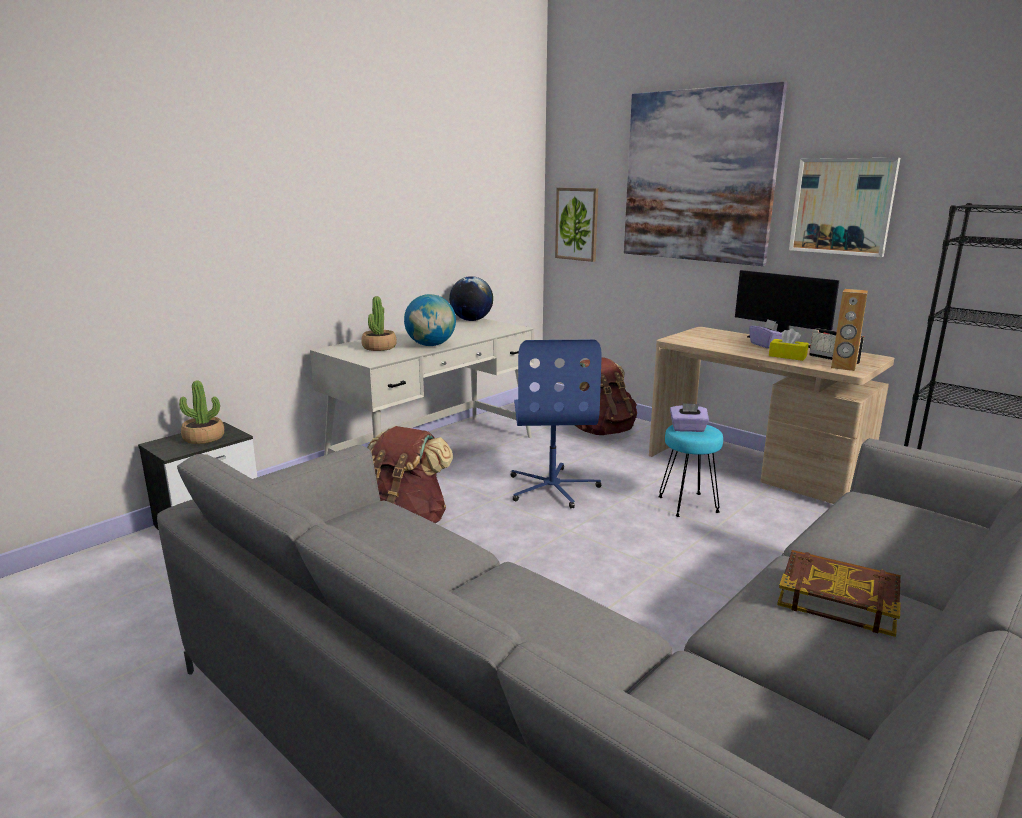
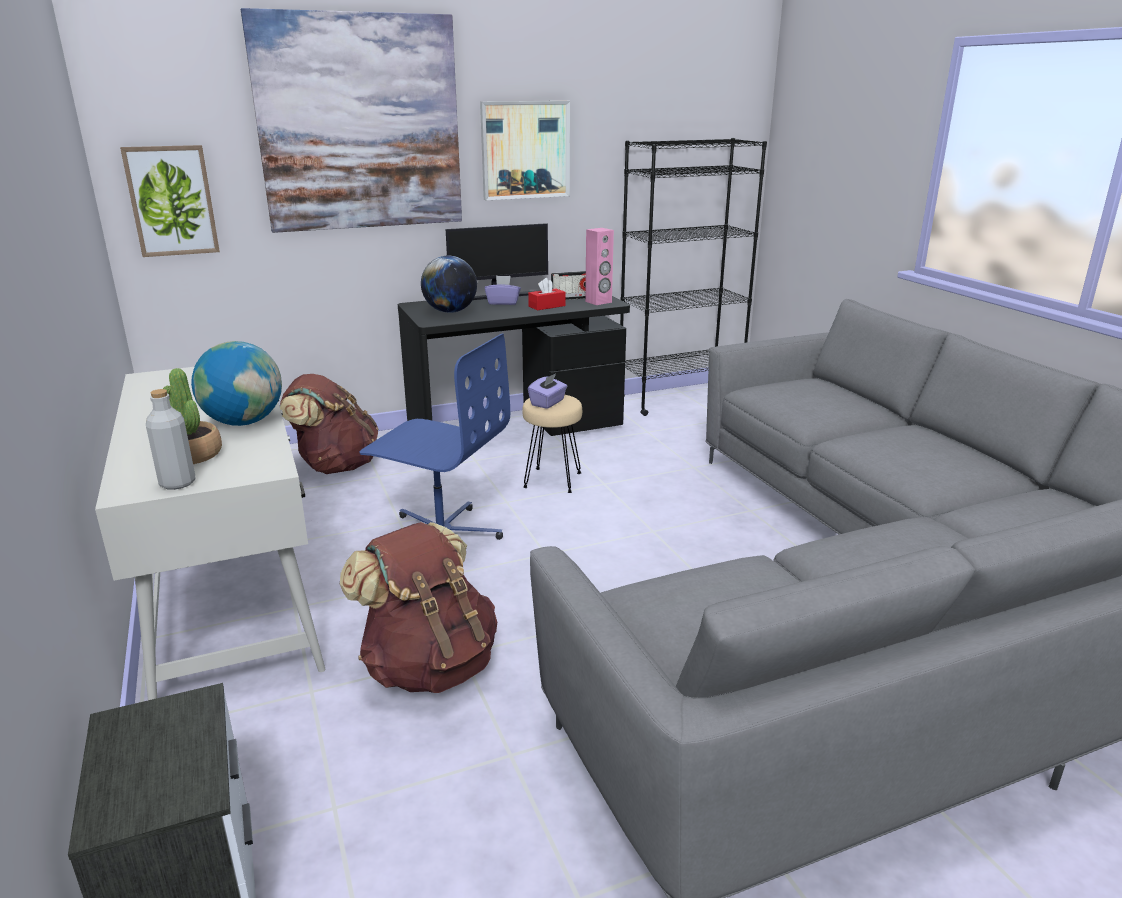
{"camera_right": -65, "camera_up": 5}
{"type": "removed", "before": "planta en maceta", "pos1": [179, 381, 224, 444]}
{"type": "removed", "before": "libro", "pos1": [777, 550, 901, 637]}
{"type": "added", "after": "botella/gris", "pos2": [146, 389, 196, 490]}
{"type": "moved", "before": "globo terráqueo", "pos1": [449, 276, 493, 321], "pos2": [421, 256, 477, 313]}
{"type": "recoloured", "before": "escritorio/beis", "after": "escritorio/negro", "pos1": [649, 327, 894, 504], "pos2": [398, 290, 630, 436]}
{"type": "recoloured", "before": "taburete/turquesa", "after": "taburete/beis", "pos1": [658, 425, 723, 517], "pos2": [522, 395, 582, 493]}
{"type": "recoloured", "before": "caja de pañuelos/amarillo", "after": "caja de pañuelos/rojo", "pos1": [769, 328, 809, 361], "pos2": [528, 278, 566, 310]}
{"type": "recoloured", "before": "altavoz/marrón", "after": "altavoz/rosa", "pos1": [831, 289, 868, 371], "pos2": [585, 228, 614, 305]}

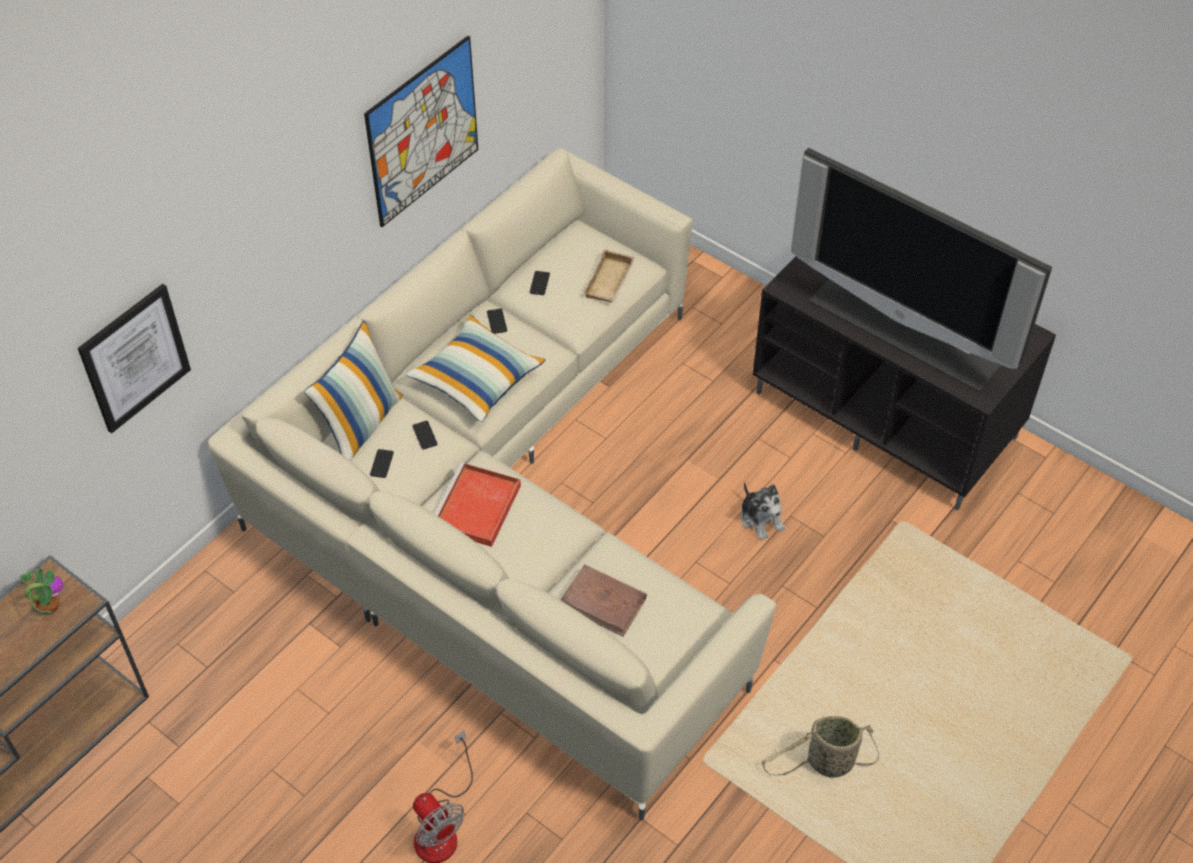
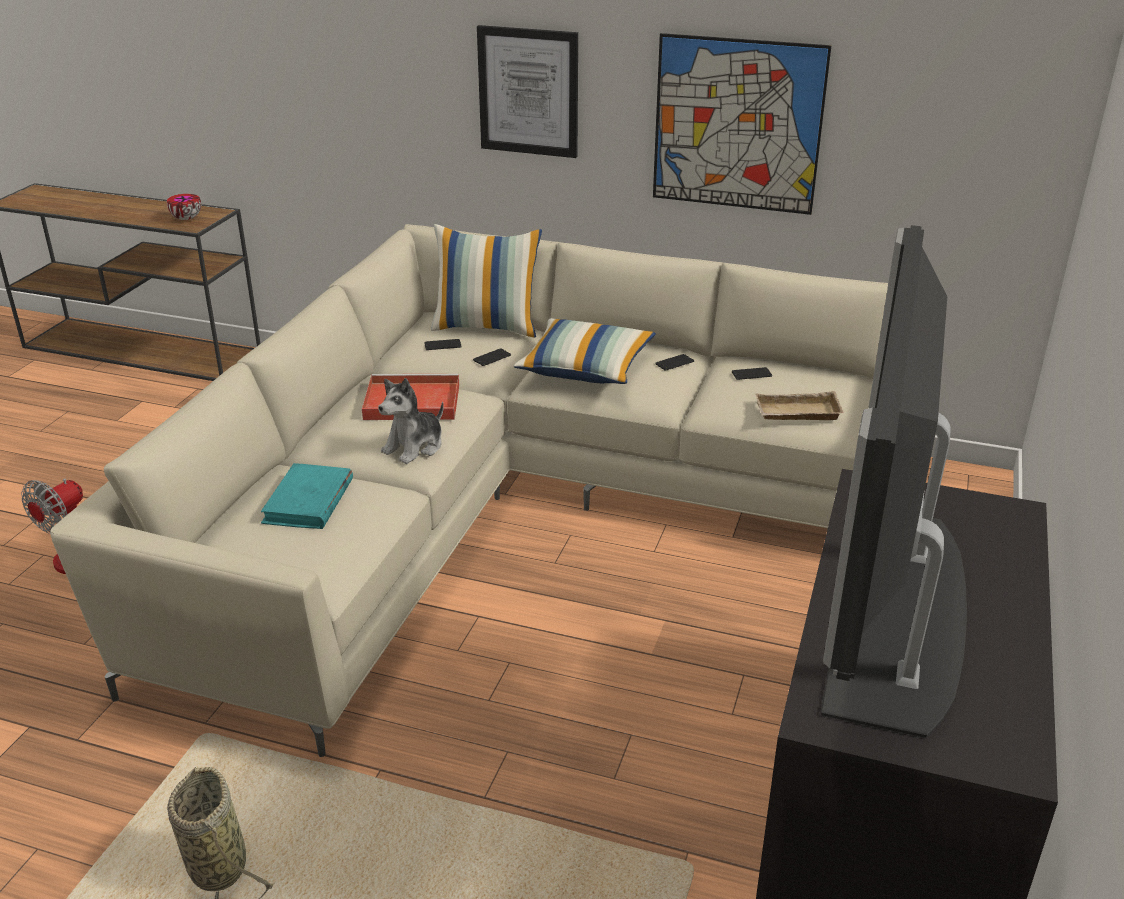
{"camera_right": 70, "camera_up": -20}
{"type": "moved", "before": "cuadro", "pos1": [78, 284, 191, 434], "pos2": [477, 25, 578, 158]}
{"type": "moved", "before": "peluche", "pos1": [741, 482, 785, 540], "pos2": [378, 378, 444, 464]}
{"type": "replaced", "before": "planta en maceta", "after": "cuenco", "pos1": [20, 568, 63, 615], "pos2": [167, 194, 201, 220]}
{"type": "recoloured", "before": "libro/marrón", "after": "libro/turquesa", "pos1": [560, 564, 647, 637], "pos2": [261, 463, 353, 529]}

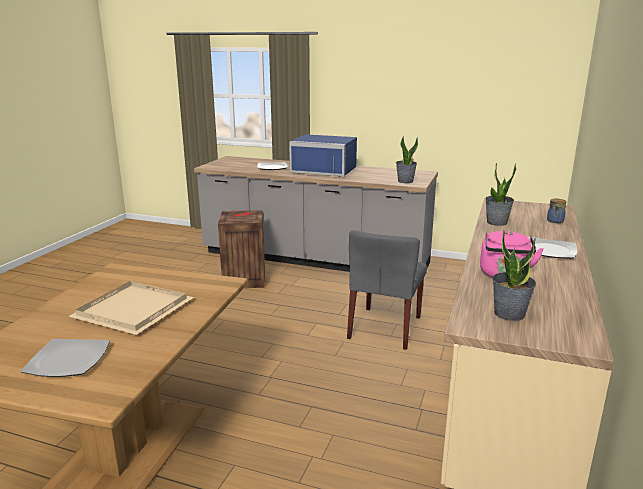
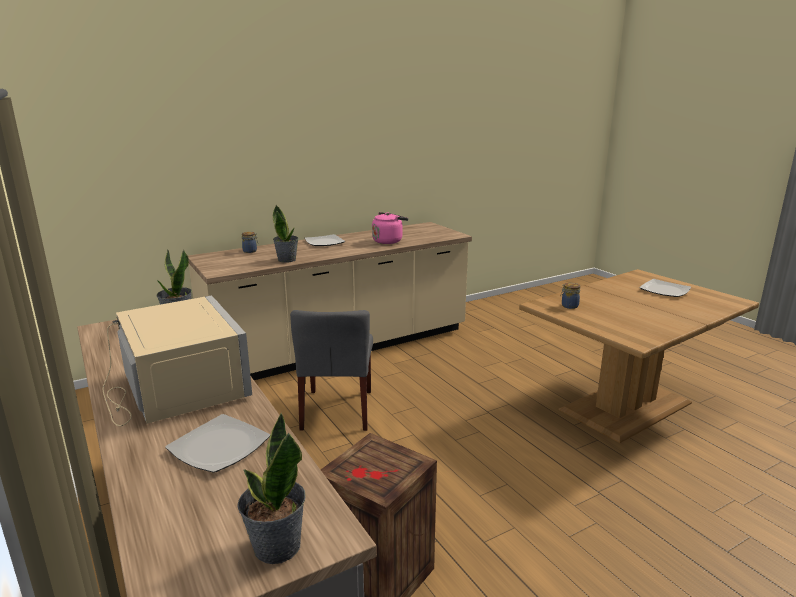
{"camera_right": -140, "camera_up": 0}
{"type": "removed", "before": "bandeja/beis", "pos1": [68, 281, 194, 335]}
{"type": "added", "after": "tarro", "pos2": [561, 283, 580, 309]}
{"type": "moved", "before": "planta en maceta", "pos1": [493, 230, 536, 321], "pos2": [238, 413, 306, 564]}
{"type": "recoloured", "before": "microondas/azul", "after": "microondas/beis", "pos1": [289, 134, 357, 177], "pos2": [103, 295, 252, 426]}
{"type": "turned", "before": "silla/gris", "pos1": [347, 230, 427, 350], "pos2": [290, 310, 373, 431], "turn": 120}

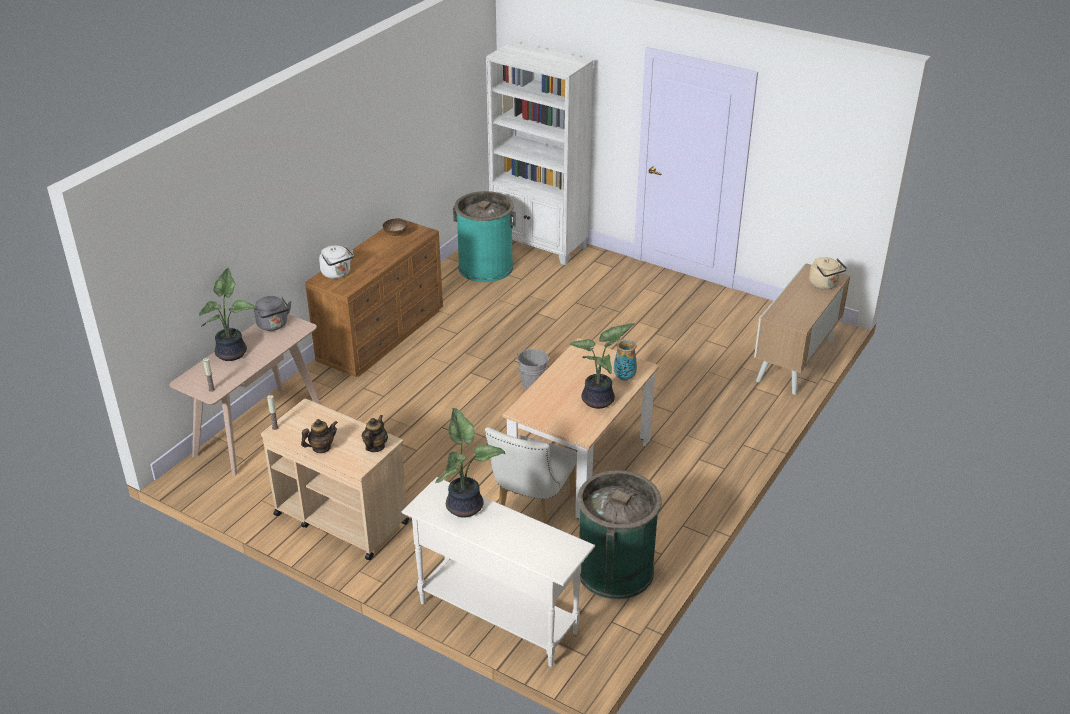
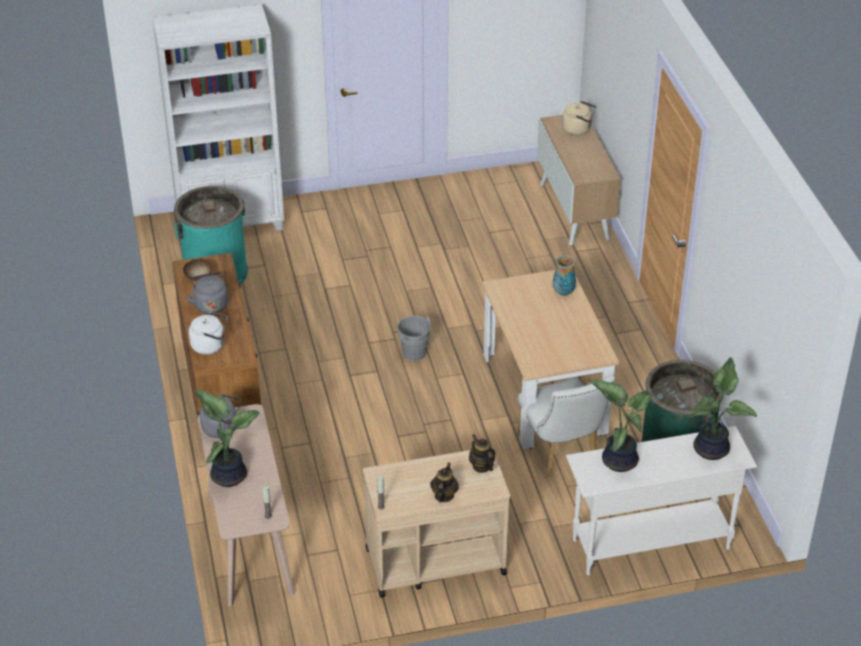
{"camera_right": -45, "camera_up": 5}
{"type": "added", "after": "hervidor/gris", "pos2": [186, 272, 228, 314]}
{"type": "moved", "before": "planta en maceta", "pos1": [569, 323, 635, 409], "pos2": [687, 357, 757, 460]}

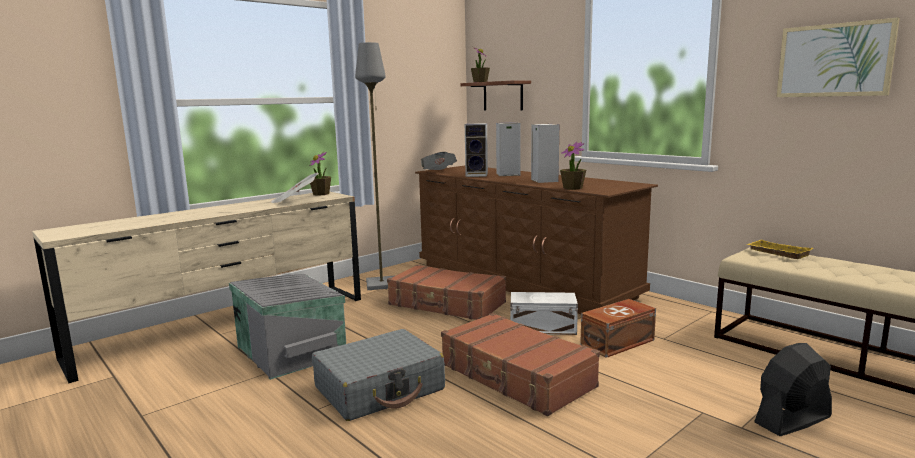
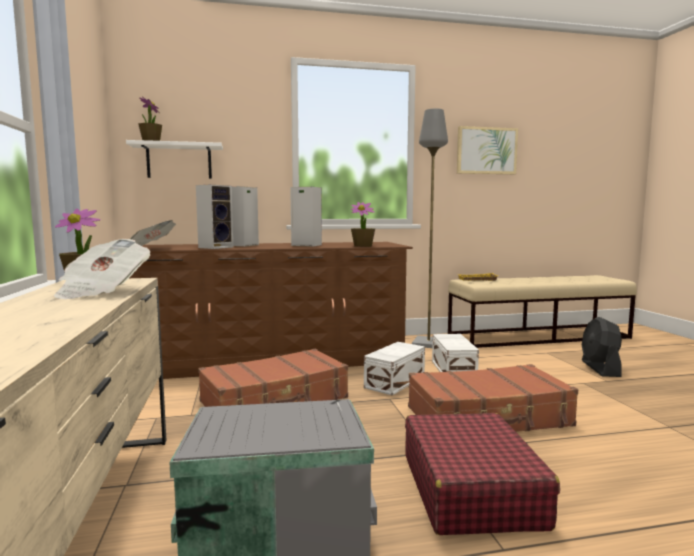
{"camera_right": -60, "camera_up": -5}
{"type": "moved", "before": "lámpara de pie/gris", "pos1": [355, 42, 394, 290], "pos2": [412, 108, 448, 348]}
{"type": "recoloured", "before": "maleta/gris", "after": "maleta/rojo", "pos1": [312, 329, 445, 421], "pos2": [405, 413, 560, 535]}
{"type": "recoloured", "before": "estante/marrón", "after": "estante/blanco", "pos1": [460, 80, 531, 110], "pos2": [126, 140, 223, 179]}
{"type": "recoloured", "before": "caja de almacenaje/marrón", "after": "caja de almacenaje/blanco", "pos1": [580, 299, 656, 358], "pos2": [432, 334, 479, 372]}

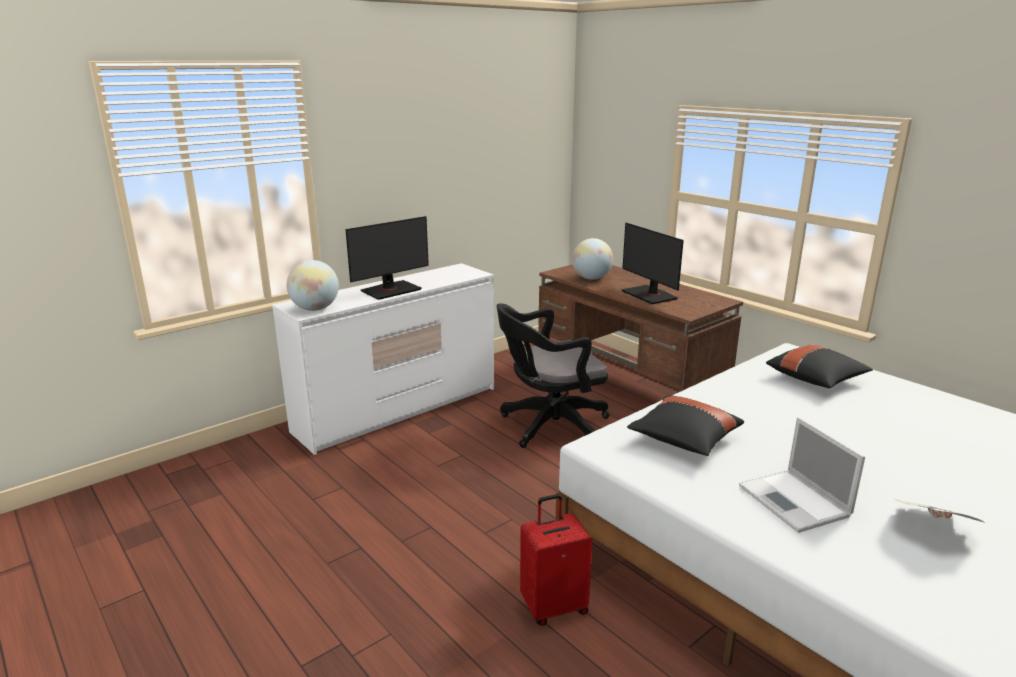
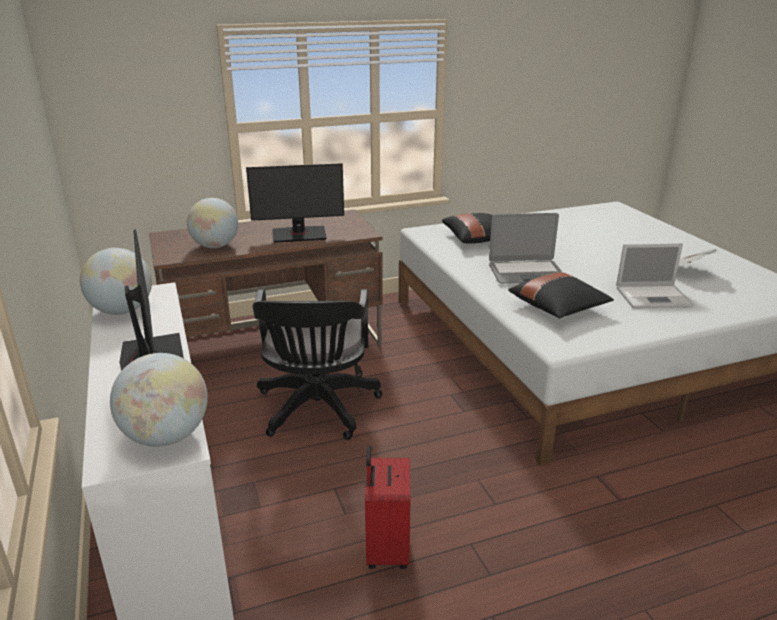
{"camera_right": -70, "camera_up": 5}
{"type": "added", "after": "globo terráqueo", "pos2": [80, 248, 152, 315]}
{"type": "added", "after": "portátil", "pos2": [489, 213, 562, 284]}
{"type": "moved", "before": "maleta/rojo", "pos1": [520, 494, 592, 626], "pos2": [365, 445, 411, 569]}

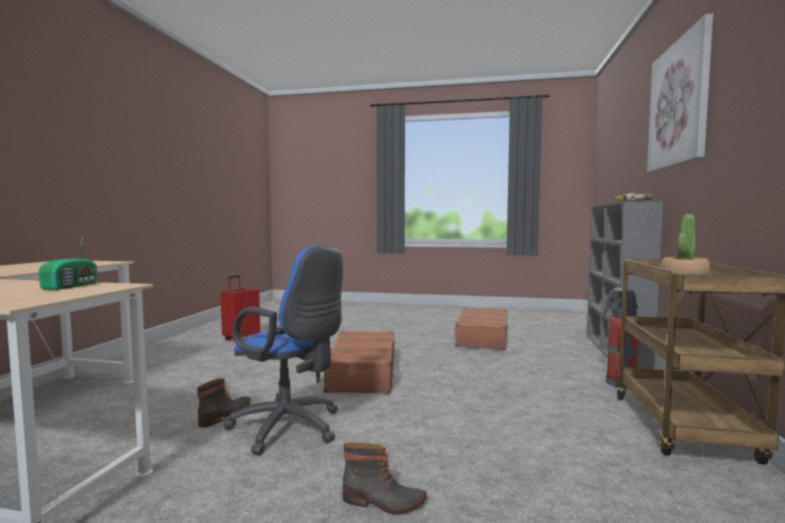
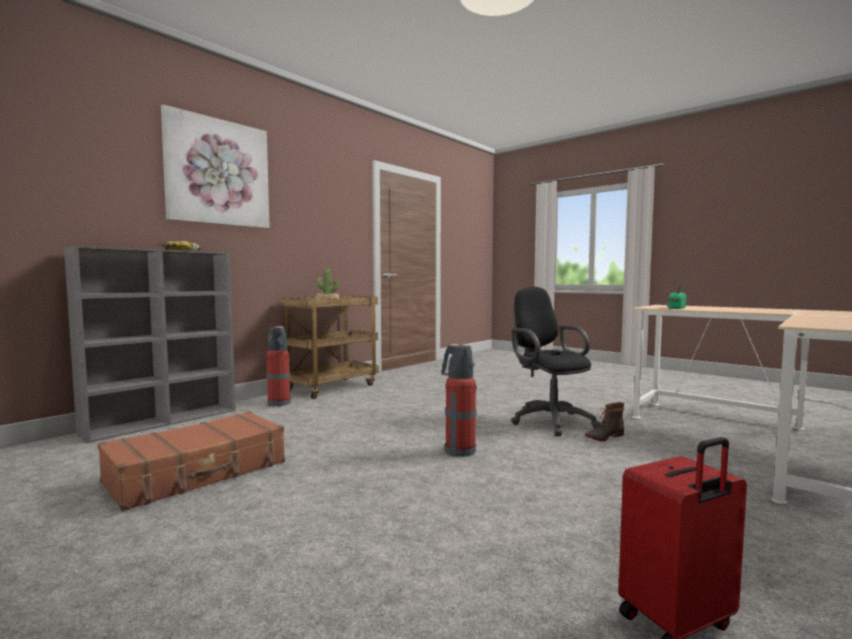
{"camera_right": -150, "camera_up": 0}
{"type": "removed", "before": "bota", "pos1": [342, 443, 427, 515]}
{"type": "replaced", "before": "maleta/marrón", "after": "extintor", "pos1": [320, 331, 395, 394], "pos2": [441, 344, 476, 457]}
{"type": "recoloured", "before": "silla de oficina/azul", "after": "silla de oficina/negro", "pos1": [223, 245, 343, 455], "pos2": [511, 287, 600, 436]}

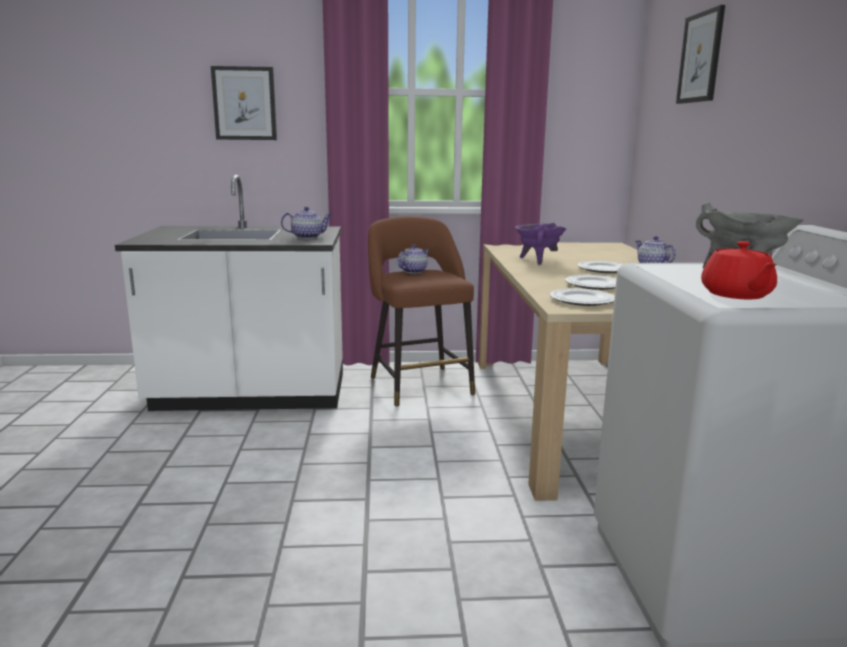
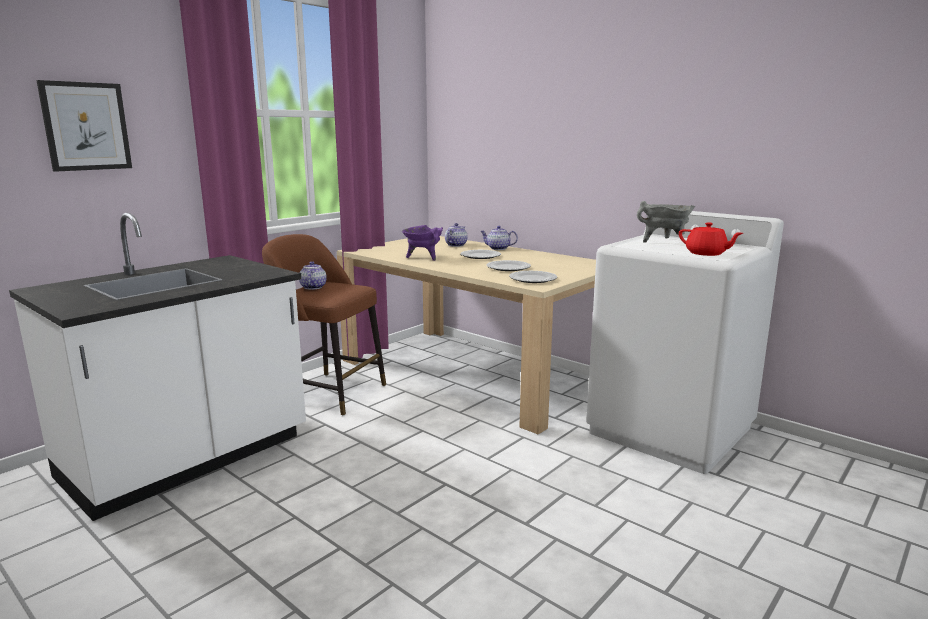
{"camera_right": -45, "camera_up": 0}
{"type": "removed", "before": "cuadro", "pos1": [676, 5, 725, 104]}
{"type": "moved", "before": "tetera", "pos1": [281, 207, 332, 239], "pos2": [445, 223, 468, 247]}

